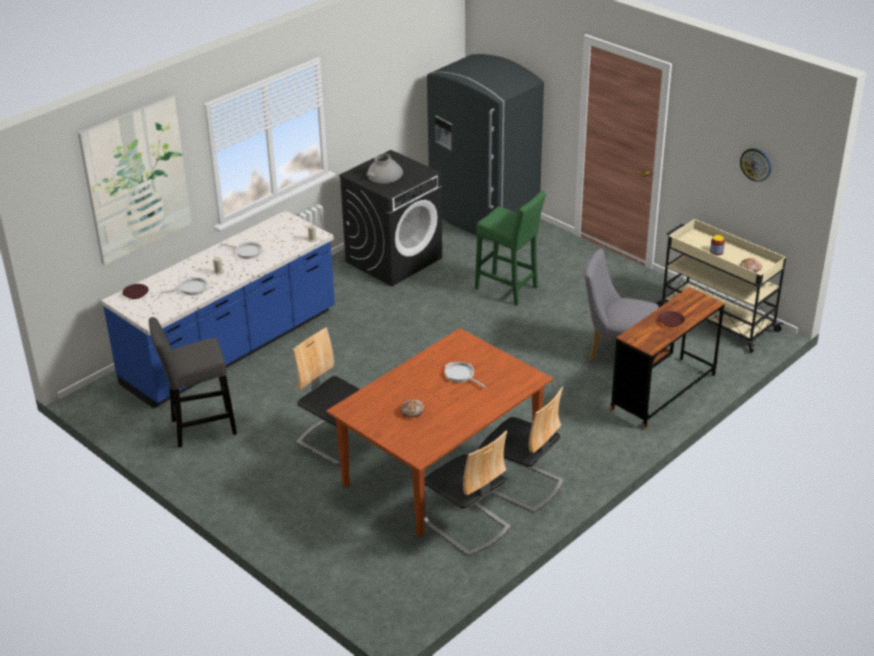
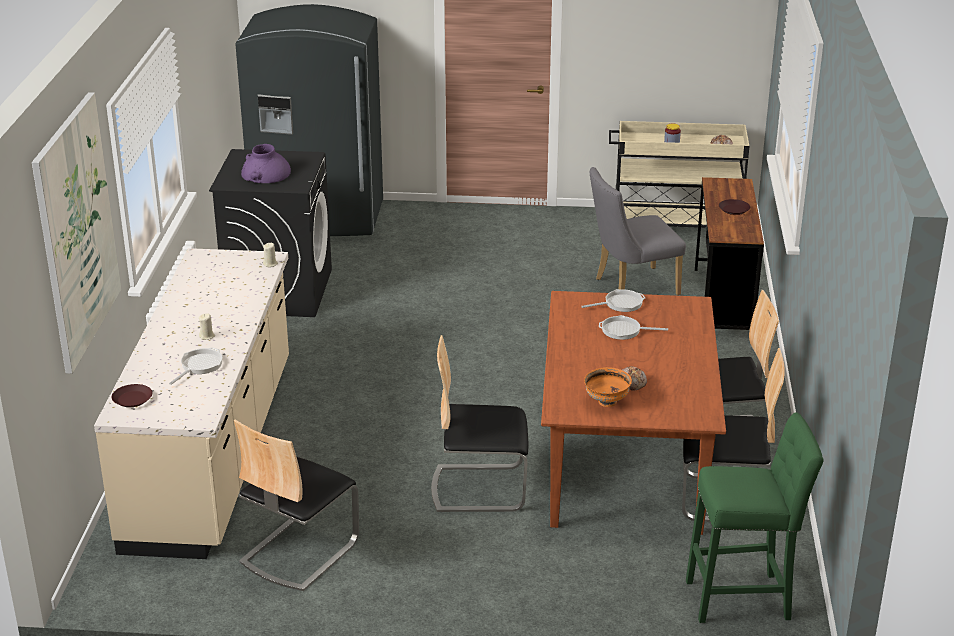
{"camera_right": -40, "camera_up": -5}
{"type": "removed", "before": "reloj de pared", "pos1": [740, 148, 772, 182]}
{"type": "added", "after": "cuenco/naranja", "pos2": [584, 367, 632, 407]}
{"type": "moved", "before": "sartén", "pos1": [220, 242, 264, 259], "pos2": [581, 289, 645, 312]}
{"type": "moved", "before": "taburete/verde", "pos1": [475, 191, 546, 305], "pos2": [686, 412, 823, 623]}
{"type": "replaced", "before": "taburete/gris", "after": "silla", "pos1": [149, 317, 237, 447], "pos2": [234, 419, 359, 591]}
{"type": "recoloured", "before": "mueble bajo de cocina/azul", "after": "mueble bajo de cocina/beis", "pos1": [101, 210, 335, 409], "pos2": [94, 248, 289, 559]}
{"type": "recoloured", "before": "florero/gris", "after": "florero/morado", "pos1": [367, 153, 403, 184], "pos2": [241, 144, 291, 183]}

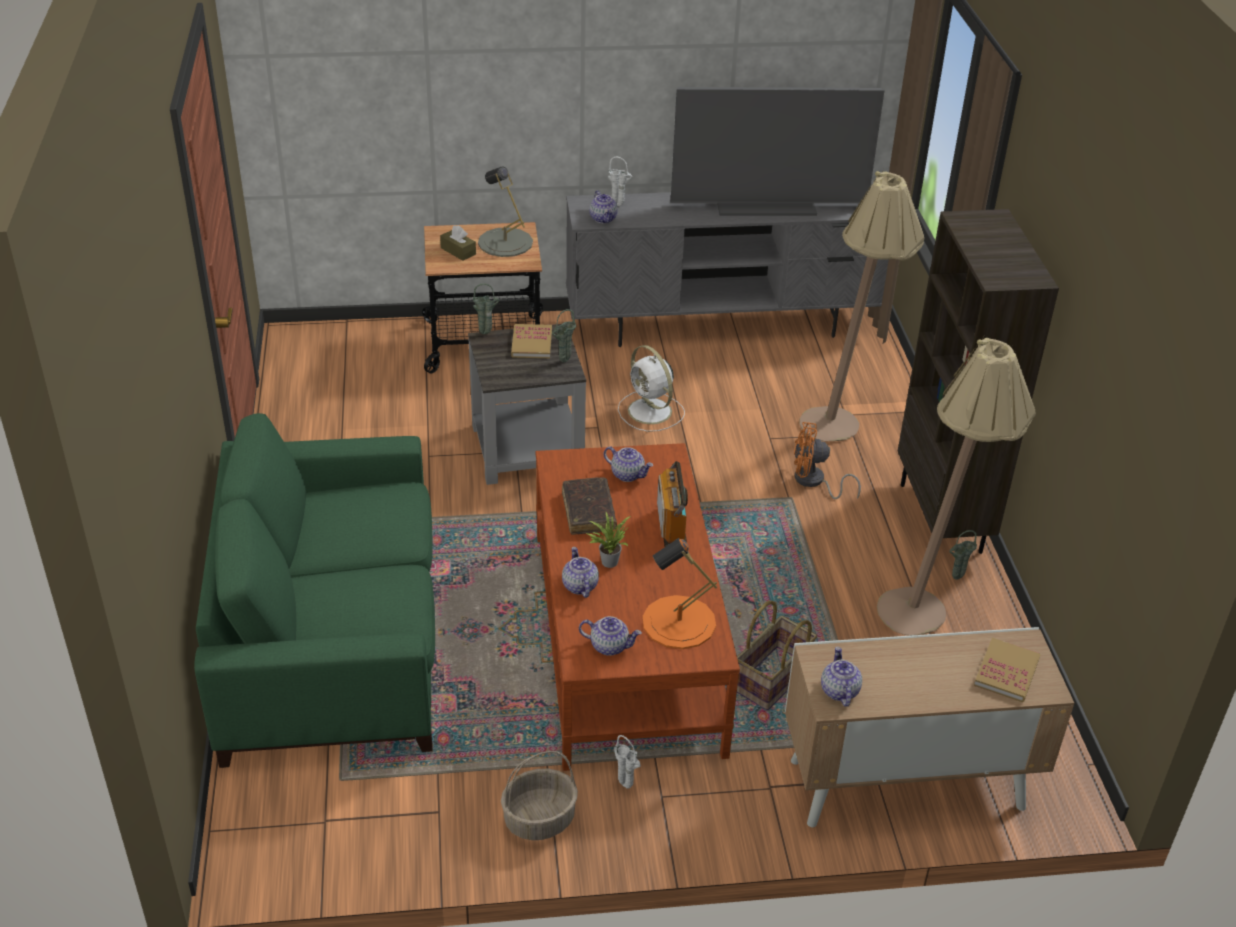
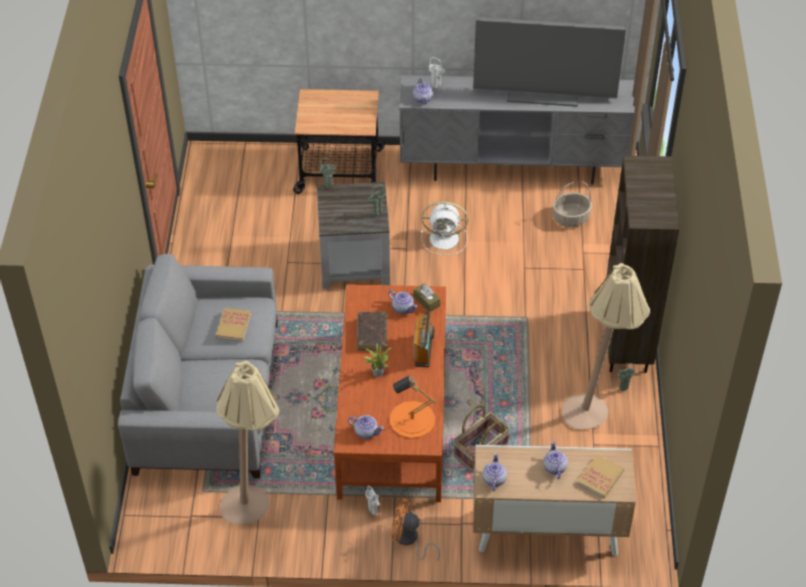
{"camera_right": 10, "camera_up": 10}
{"type": "removed", "before": "lámpara de mesa/gris", "pos1": [478, 167, 533, 257]}
{"type": "moved", "before": "caja de pañuelos/marrón", "pos1": [440, 225, 476, 261], "pos2": [413, 283, 440, 312]}
{"type": "moved", "before": "cesta", "pos1": [501, 751, 578, 840], "pos2": [553, 181, 592, 227]}
{"type": "moved", "before": "libro", "pos1": [511, 324, 552, 358], "pos2": [216, 308, 251, 341]}
{"type": "moved", "before": "tetera", "pos1": [562, 547, 599, 598], "pos2": [543, 441, 568, 479]}
{"type": "moved", "before": "ventilador/naranja", "pos1": [794, 422, 861, 499], "pos2": [391, 498, 440, 561]}
{"type": "moved", "before": "lámpara de pie/beis", "pos1": [799, 171, 924, 441], "pos2": [216, 360, 279, 524]}
{"type": "recoloured", "before": "sofá/verde", "after": "sofá/gris", "pos1": [194, 413, 435, 768], "pos2": [118, 254, 278, 478]}
{"type": "turned", "before": "ventilador/blanco", "pos1": [618, 345, 685, 432], "pos2": [421, 201, 468, 255], "turn": -60}

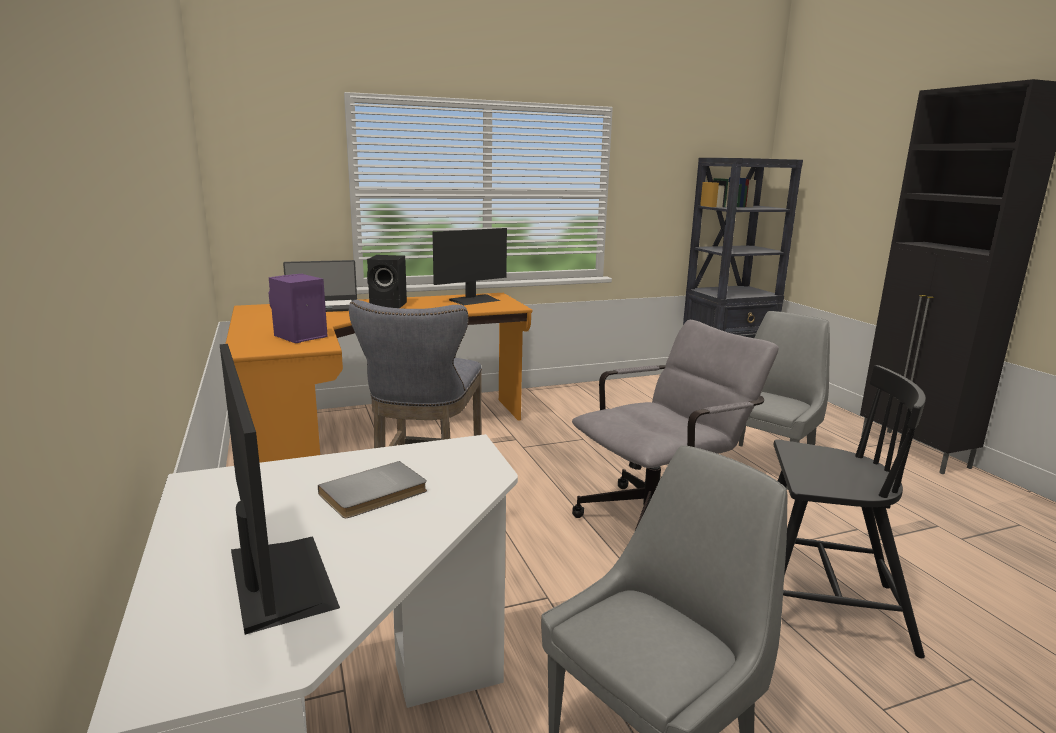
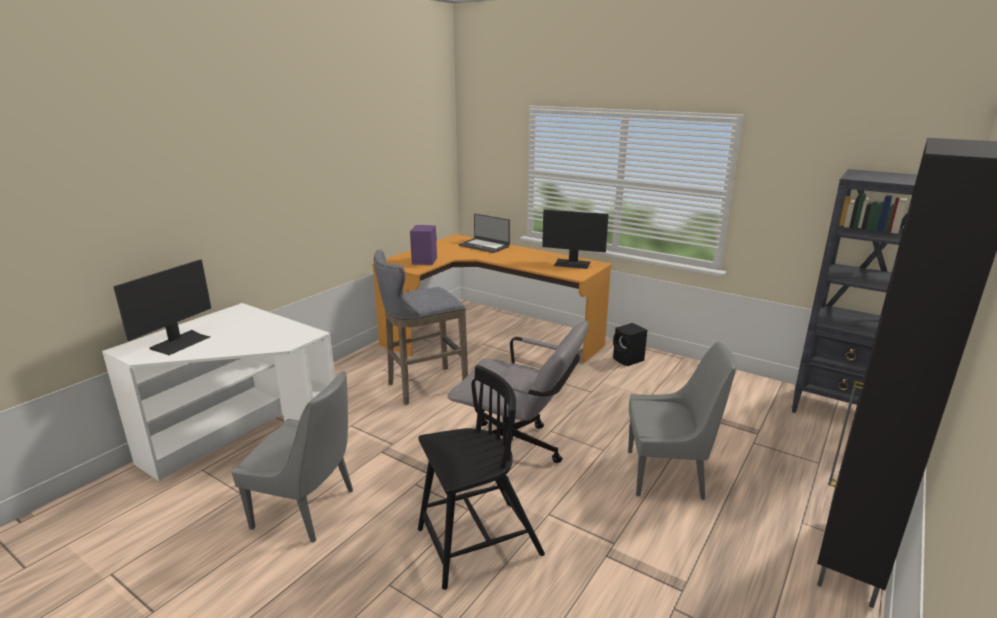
{"camera_right": 55, "camera_up": 5}
{"type": "removed", "before": "libro/gris", "pos1": [318, 461, 427, 518]}
{"type": "moved", "before": "altavoz/negro", "pos1": [367, 255, 407, 308], "pos2": [613, 323, 647, 366]}
{"type": "turned", "before": "silla/negro", "pos1": [774, 365, 926, 658], "pos2": [418, 365, 545, 590], "turn": -90}

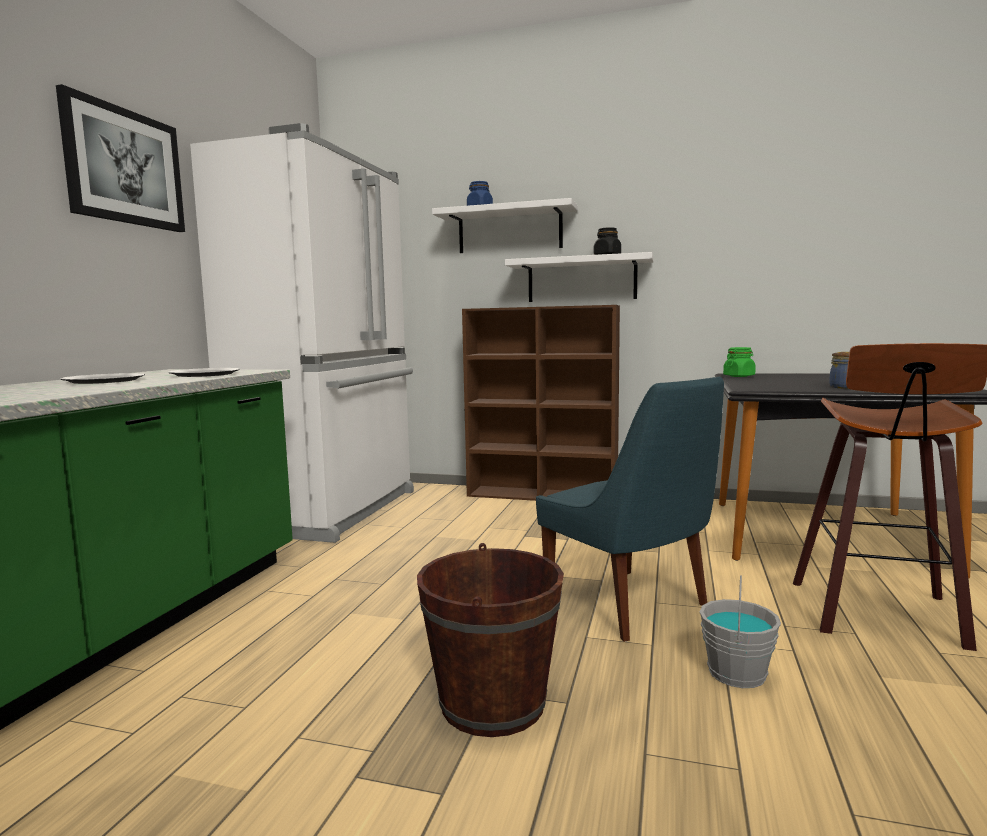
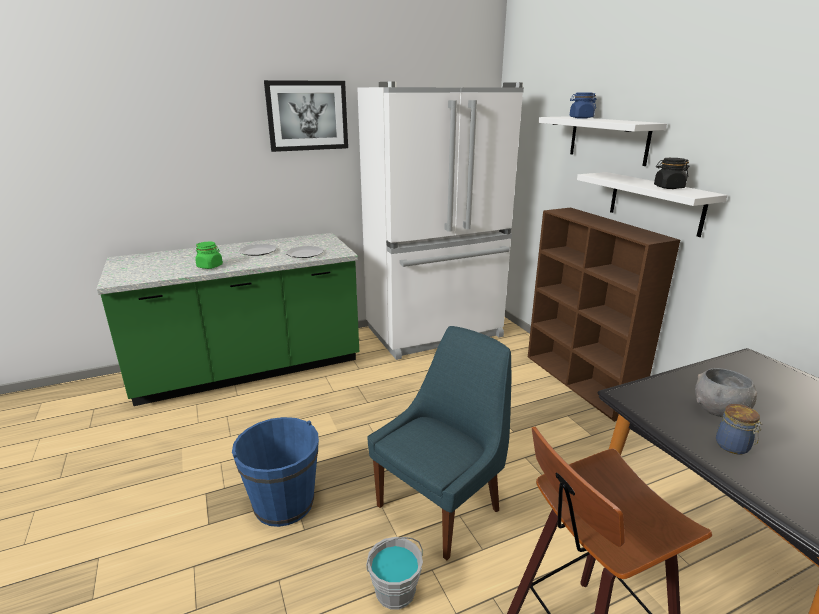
{"camera_right": 50, "camera_up": 15}
{"type": "added", "after": "cuenco/gris", "pos2": [695, 368, 757, 417]}
{"type": "moved", "before": "tarro/verde", "pos1": [723, 347, 756, 377], "pos2": [195, 242, 223, 269]}
{"type": "recoloured", "before": "cubo/marrón", "after": "cubo/azul", "pos1": [417, 543, 564, 737], "pos2": [232, 417, 319, 527]}
{"type": "turned", "before": "silla/azul", "pos1": [536, 377, 724, 642], "pos2": [368, 326, 511, 560], "turn": -150}

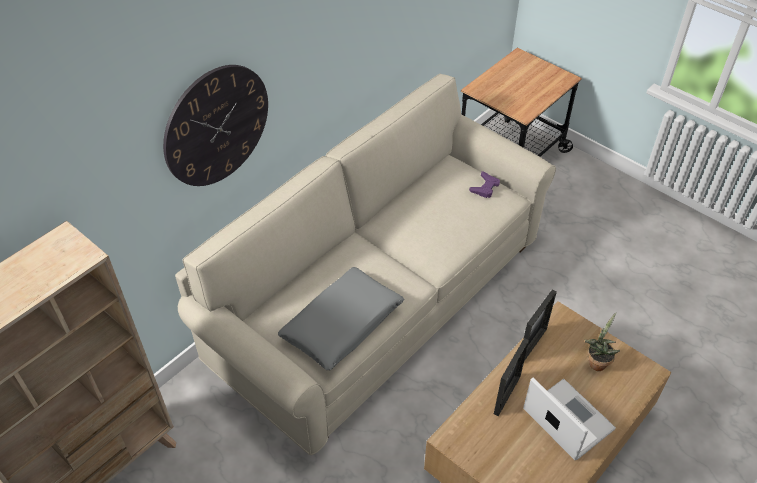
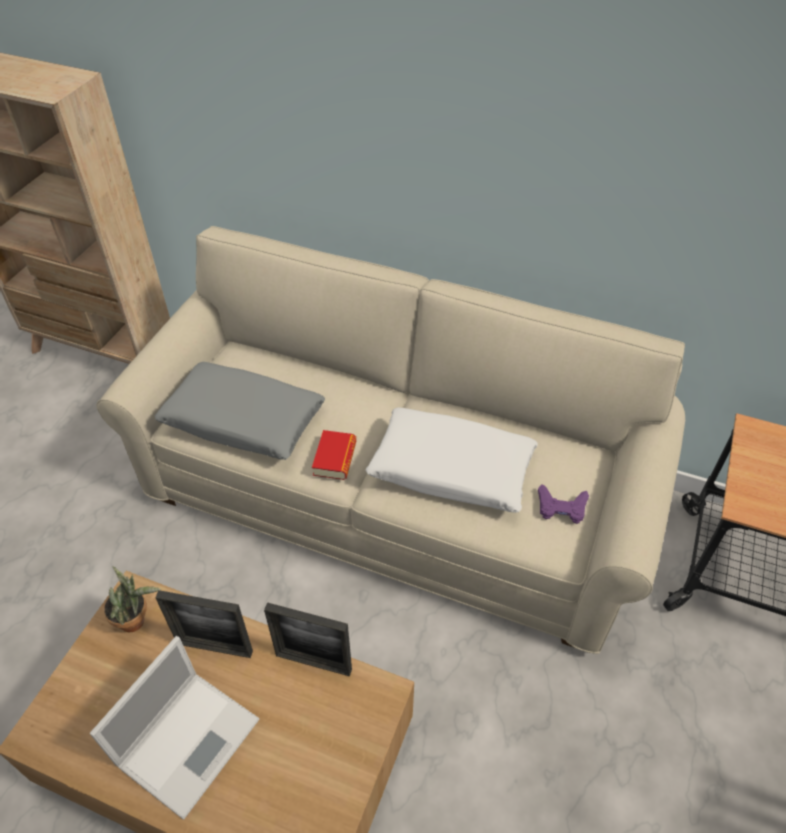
{"camera_right": 70, "camera_up": 0}
{"type": "removed", "before": "reloj de pared", "pos1": [163, 65, 268, 186]}
{"type": "added", "after": "libro", "pos2": [312, 430, 356, 480]}
{"type": "added", "after": "cojín/blanco", "pos2": [365, 408, 538, 512]}
{"type": "moved", "before": "planta en maceta", "pos1": [585, 313, 620, 371], "pos2": [104, 566, 161, 632]}

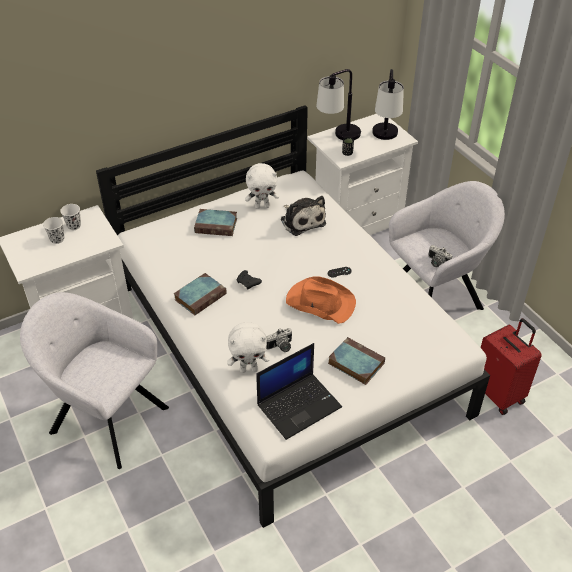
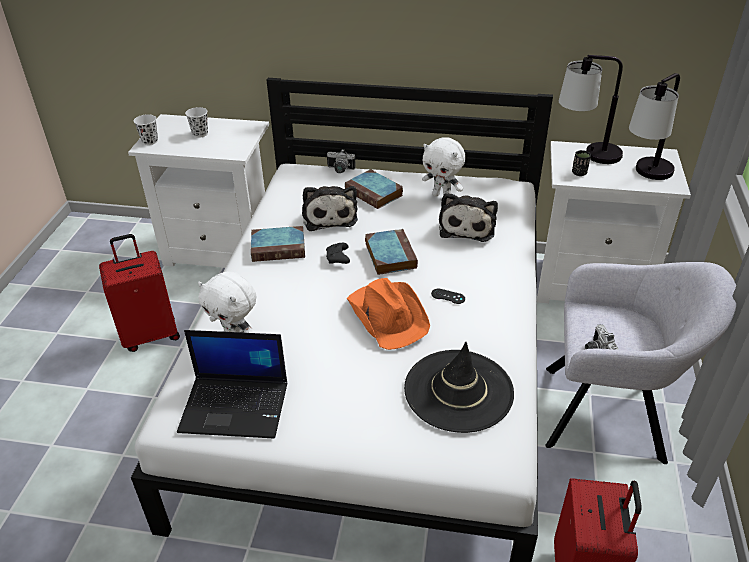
{"camera_right": 40, "camera_up": -5}
{"type": "added", "after": "peluche", "pos2": [302, 186, 358, 231]}
{"type": "added", "after": "sombrero/negro", "pos2": [404, 342, 514, 433]}
{"type": "moved", "before": "taza/blanco", "pos1": [60, 204, 81, 230], "pos2": [134, 114, 158, 145]}
{"type": "moved", "before": "cámara", "pos1": [266, 328, 292, 352], "pos2": [327, 149, 356, 173]}
{"type": "moved", "before": "libro", "pos1": [328, 337, 385, 385], "pos2": [365, 229, 418, 275]}
{"type": "replaced", "before": "sillón/gris", "after": "maleta/rojo", "pos1": [20, 292, 169, 469], "pos2": [99, 234, 180, 352]}

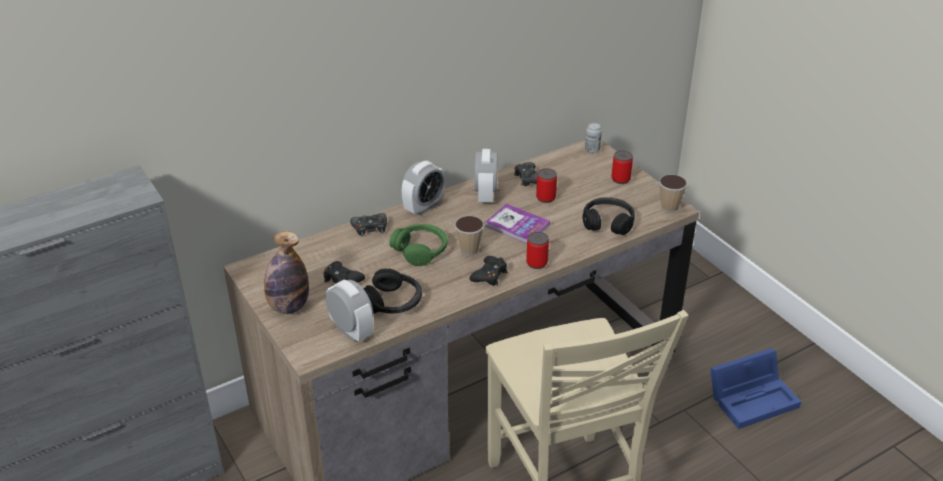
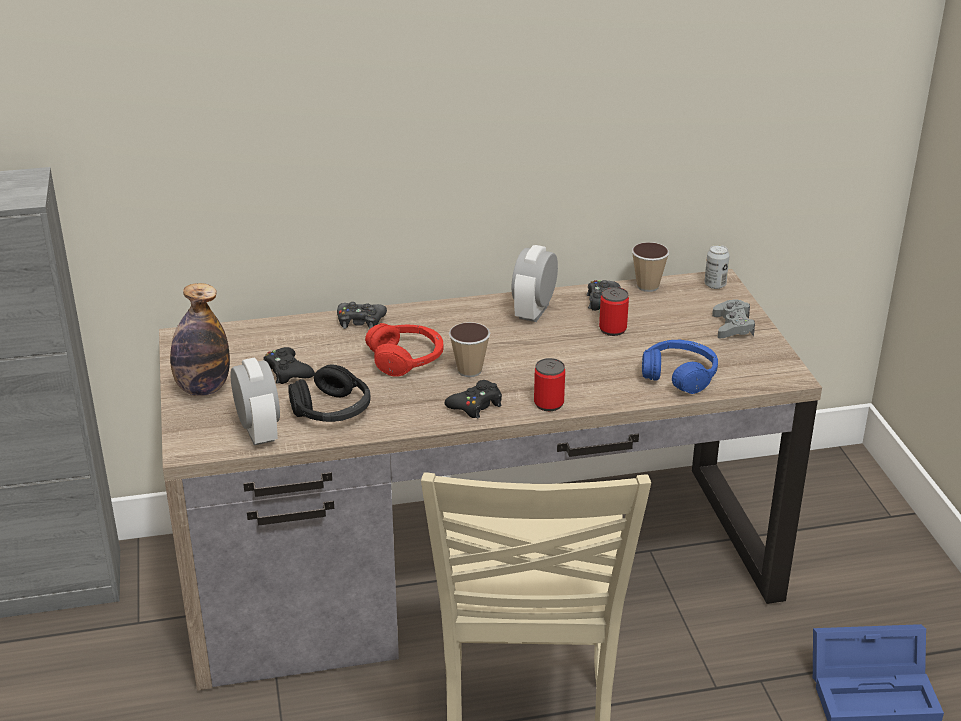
{"camera_right": 20, "camera_up": -5}
{"type": "removed", "before": "despertador", "pos1": [401, 161, 445, 216]}
{"type": "removed", "before": "libro", "pos1": [485, 204, 550, 244]}
{"type": "moved", "before": "taza", "pos1": [659, 174, 688, 212], "pos2": [632, 242, 669, 292]}
{"type": "replaced", "before": "lata", "after": "mando de consola/gris", "pos1": [611, 150, 633, 184], "pos2": [712, 299, 755, 338]}
{"type": "recoloured", "before": "auriculares/verde", "after": "auriculares/rojo", "pos1": [389, 224, 448, 266], "pos2": [365, 323, 443, 377]}
{"type": "recoloured", "before": "auriculares/negro", "after": "auriculares/azul", "pos1": [582, 197, 635, 235], "pos2": [642, 340, 718, 394]}

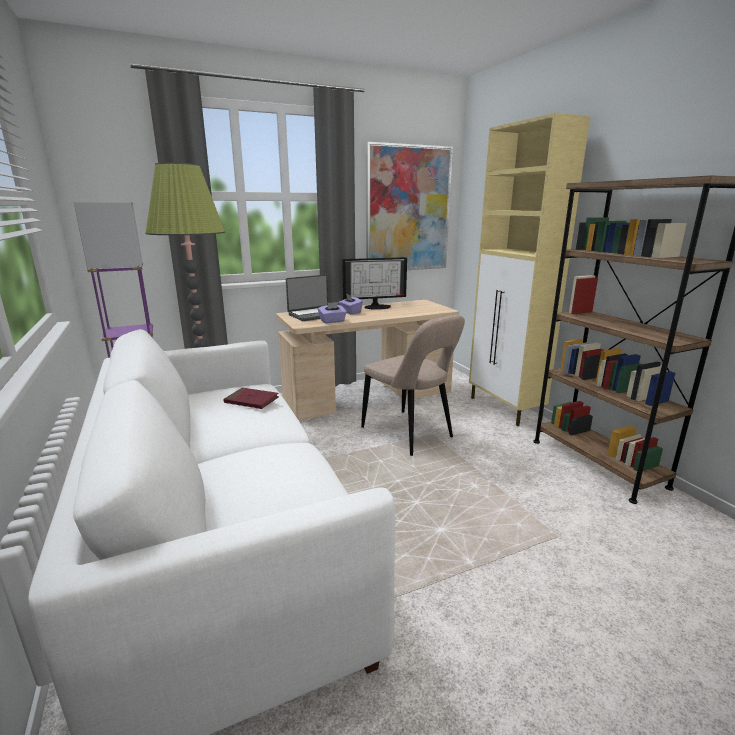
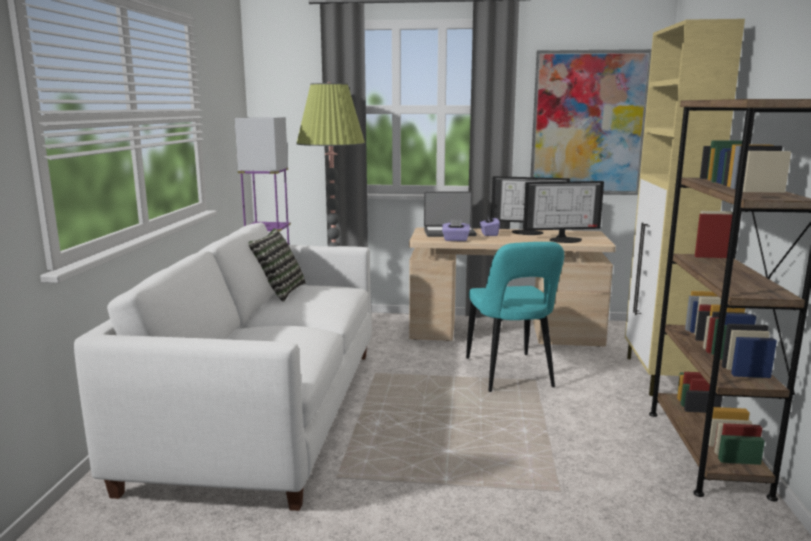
{"camera_right": 30, "camera_up": -5}
{"type": "removed", "before": "libro/rojo", "pos1": [223, 388, 279, 409]}
{"type": "added", "after": "cojín", "pos2": [249, 228, 306, 302]}
{"type": "added", "after": "monitor", "pos2": [523, 181, 604, 243]}
{"type": "recoloured", "before": "silla/beis", "after": "silla/turquesa", "pos1": [361, 314, 465, 456], "pos2": [466, 242, 564, 392]}

